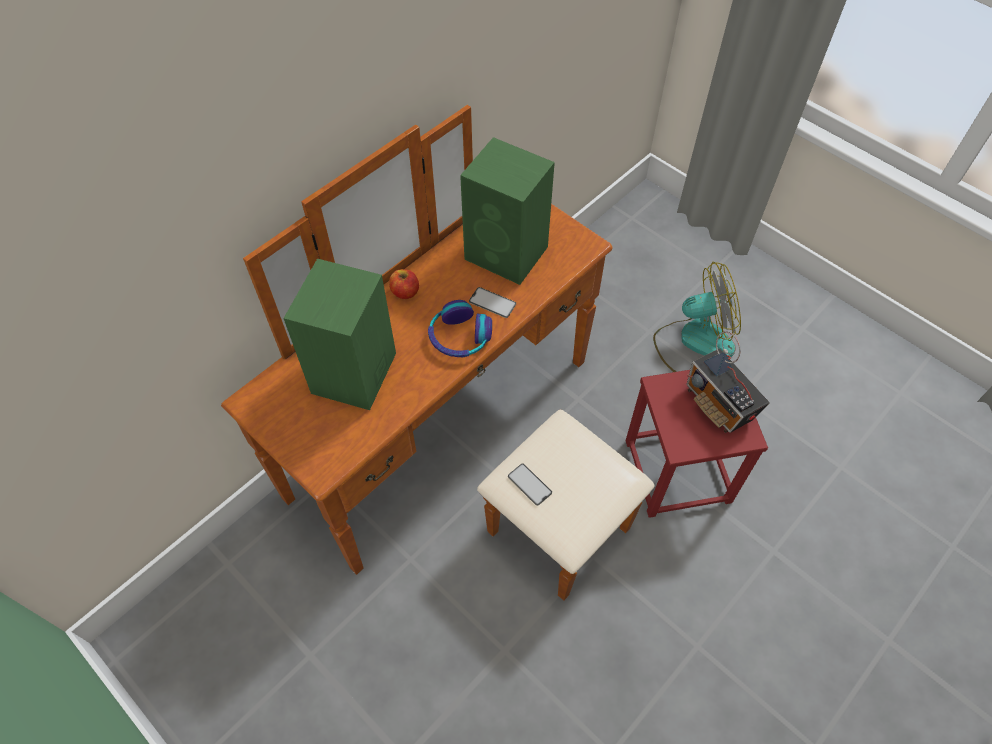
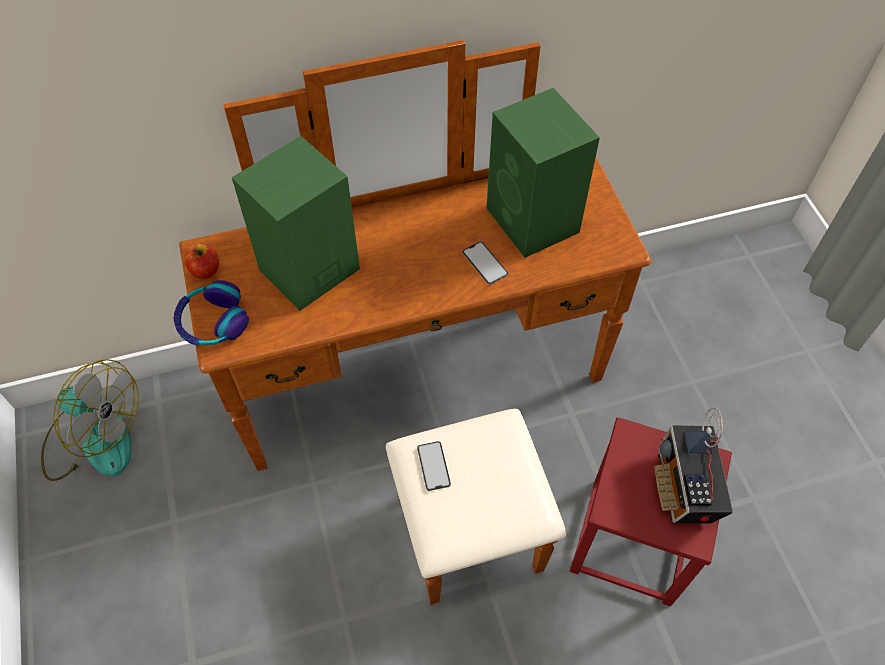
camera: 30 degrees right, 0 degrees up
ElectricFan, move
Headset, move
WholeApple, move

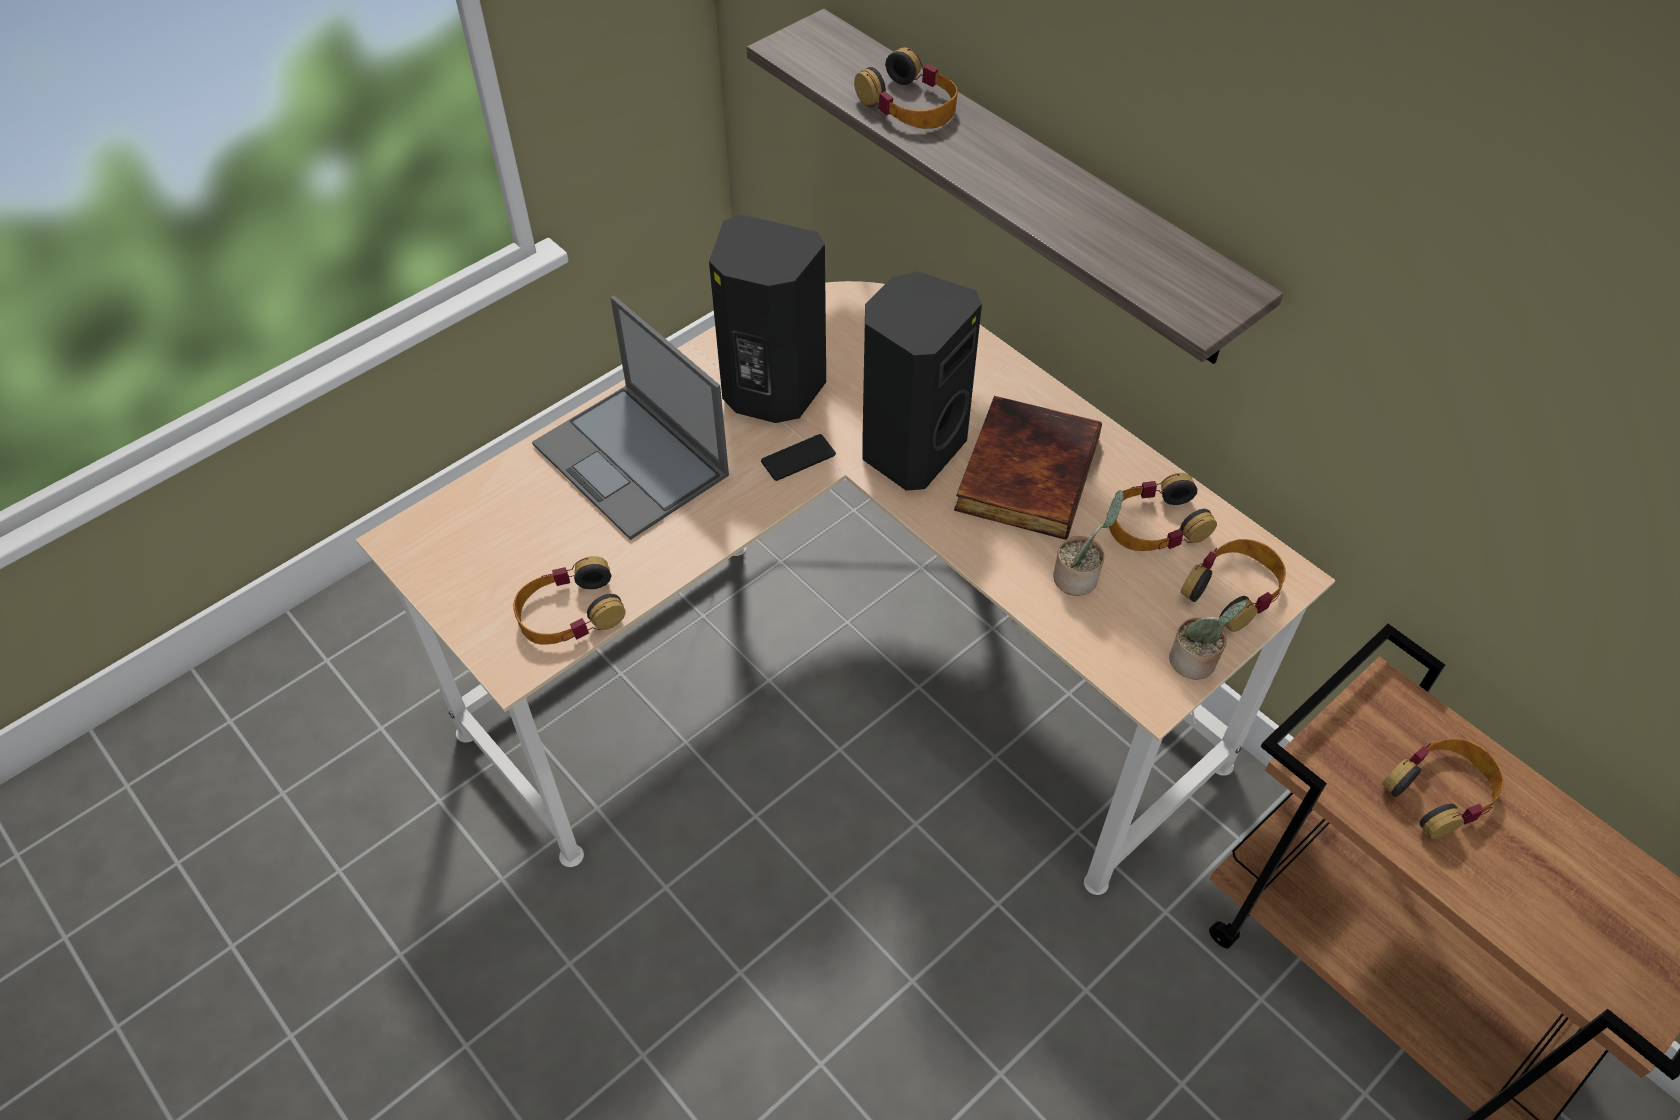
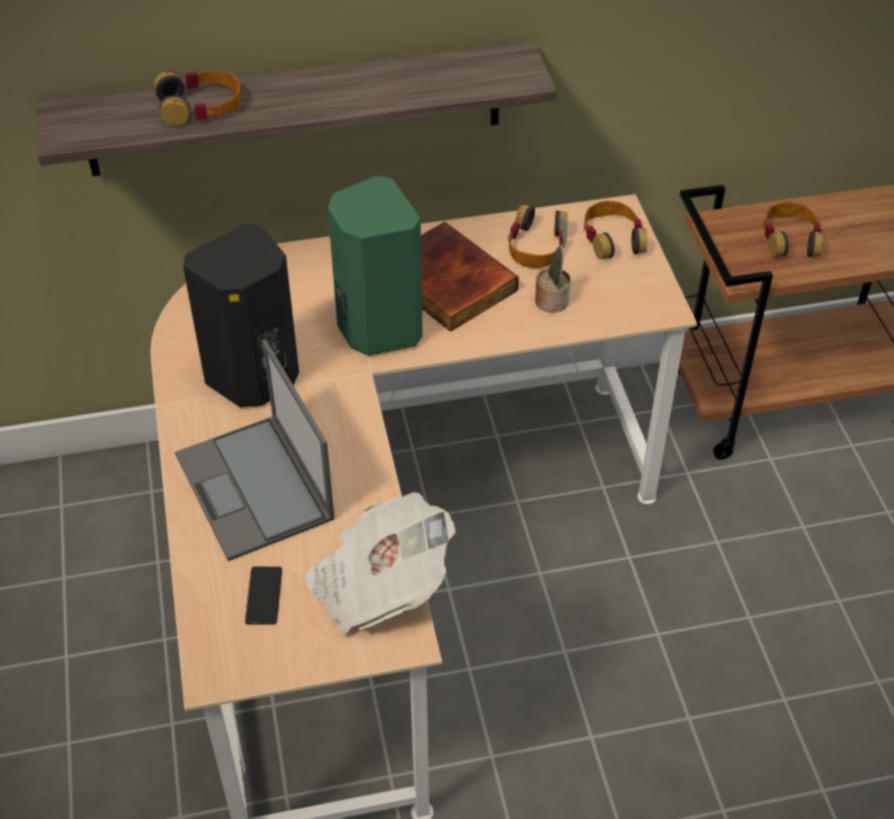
camera: 60 degrees left, 5 degrees down
NotebookComputer, 75 degrees clockwise
Phone, move
Headset (1st from left) → DailyPaper
BlackColouredAudioSpeaker (2nd from left) → GreenColouredAudioSpeaker
PlantInAPot (2nd from left) → -

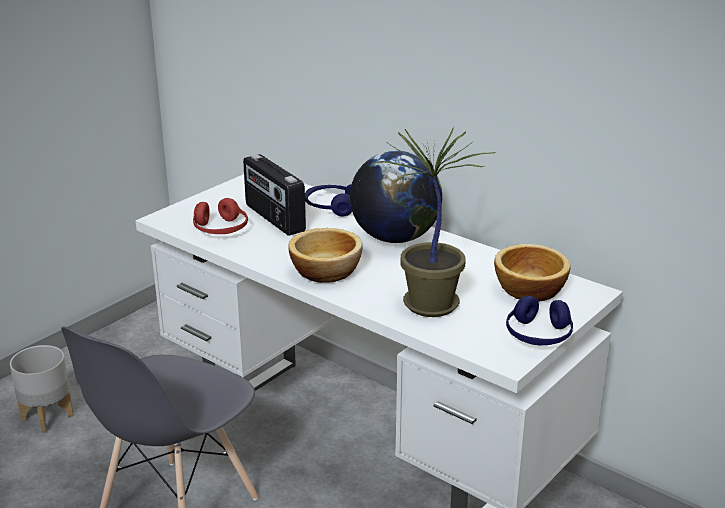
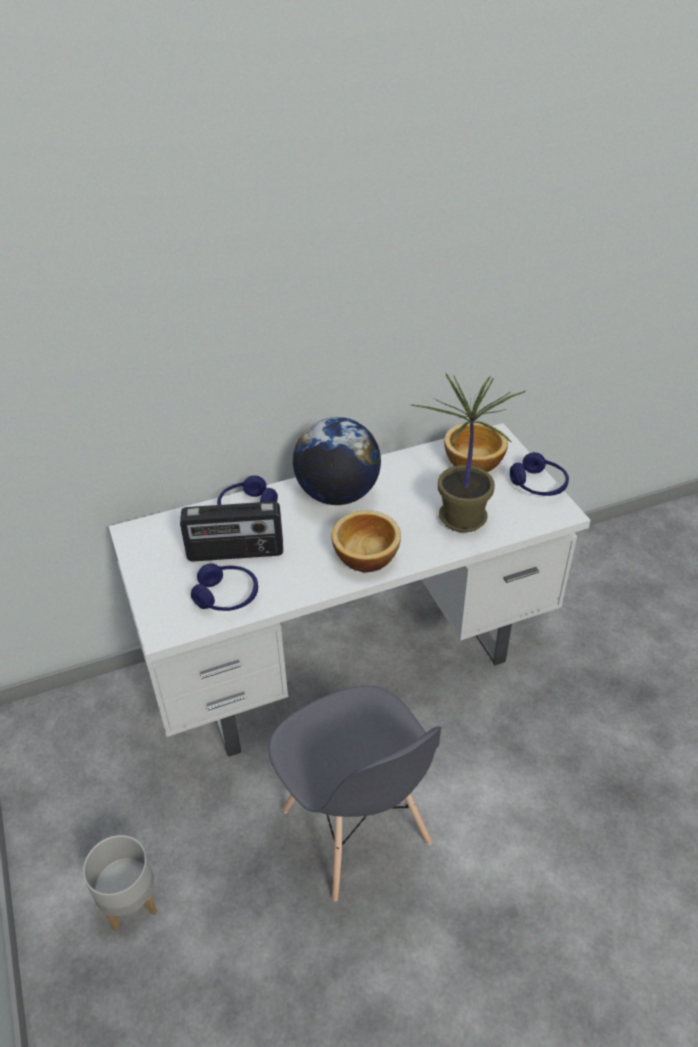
camera: 60 degrees left, 15 degrees up
RedHeadset → BlueHeadset (1st from left)

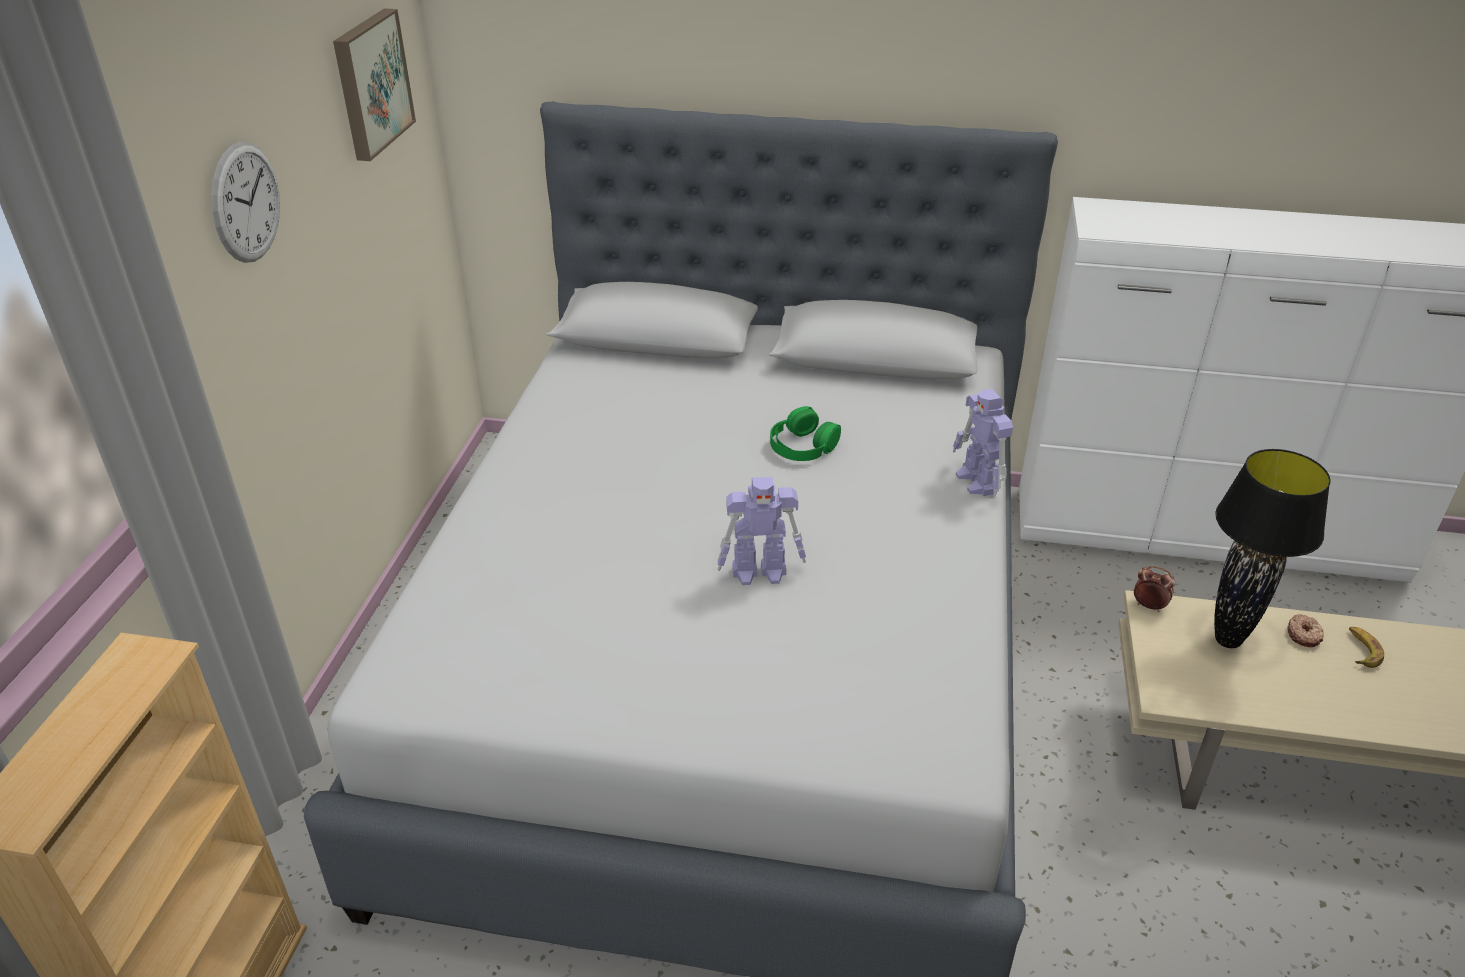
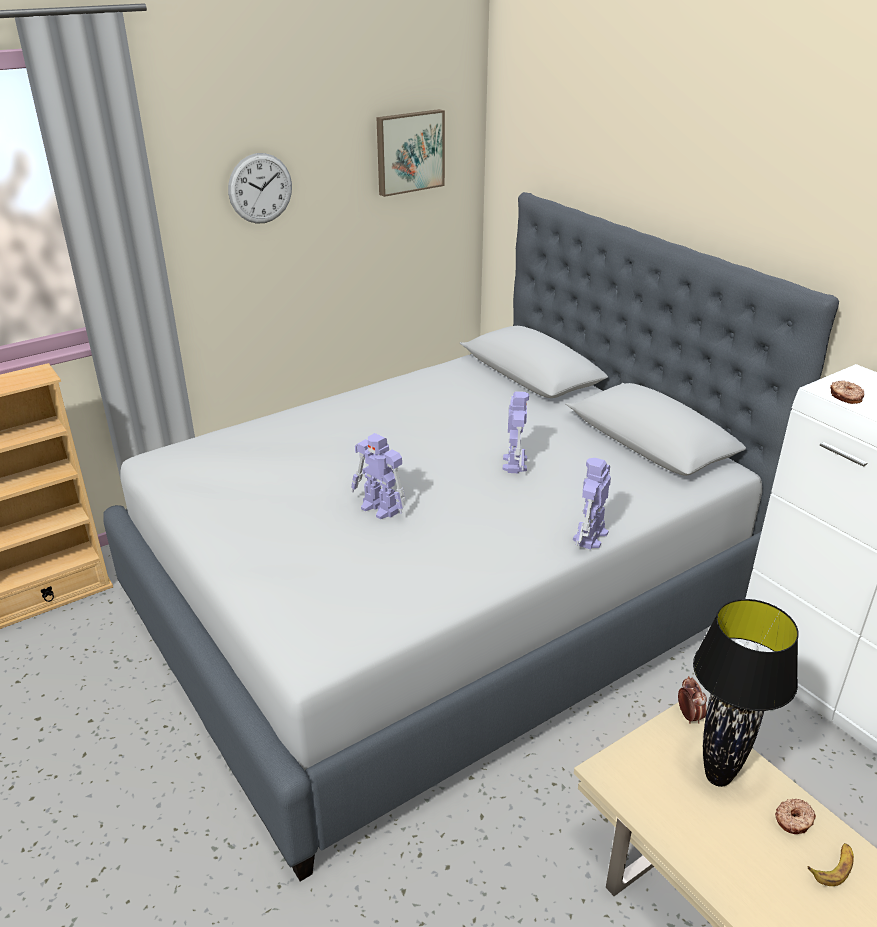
camera: 45 degrees right, 5 degrees down
GreenColouredHeadset → ModelRobot (2nd from left)
- → Donut (2nd from left)

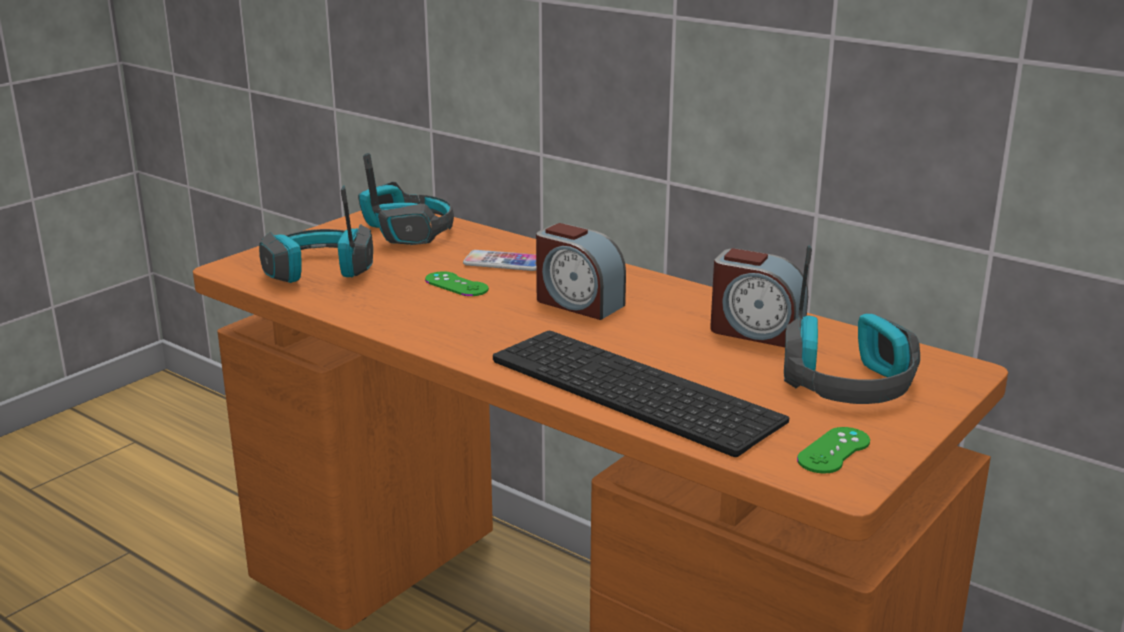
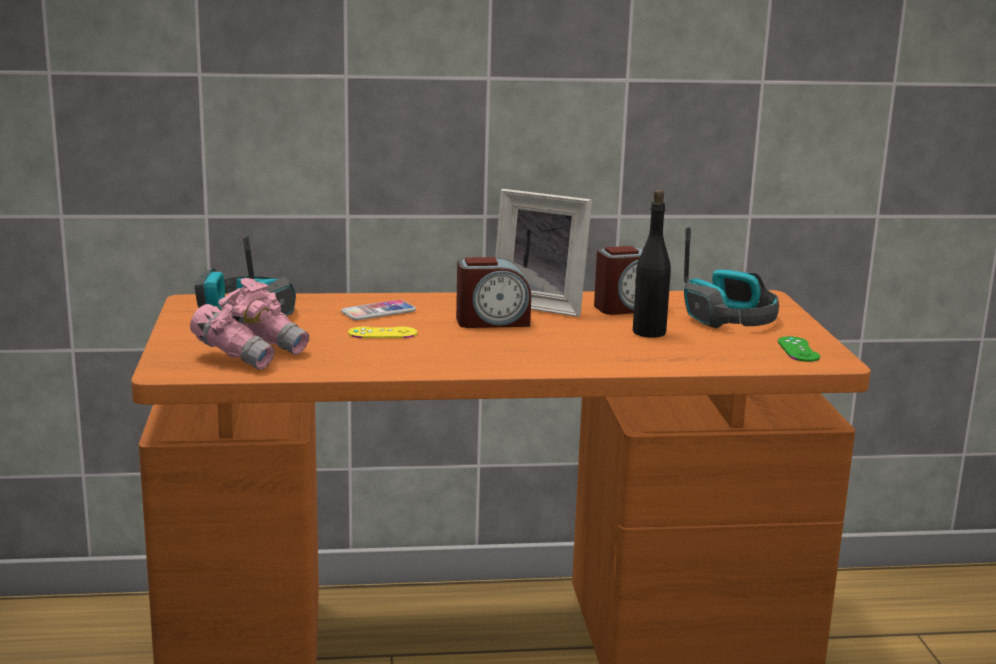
camera: 45 degrees left, 5 degrees down
Headset (1st from left) → PinkColouredFieldGlasses
GreenColouredGameController (1st from left) → YellowishGameController
- → PictureFrame
- → BlackColouredDrinkBottle
ComputerKeyboard → -

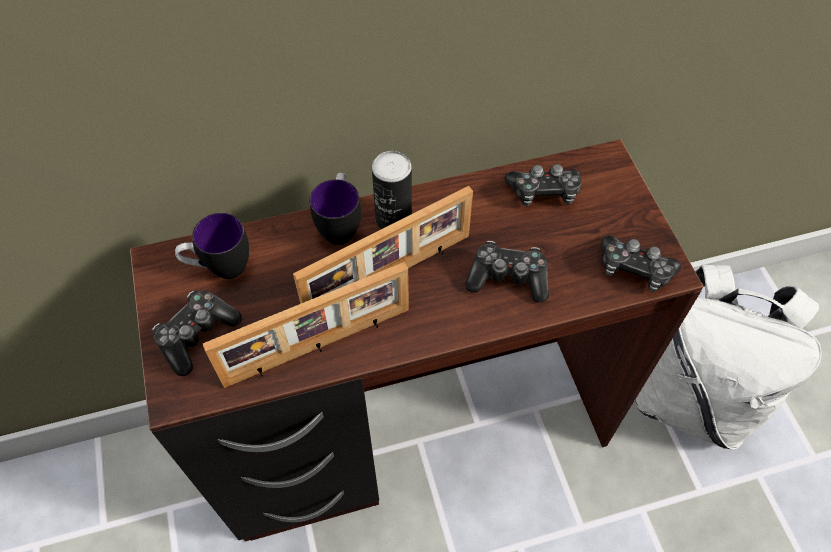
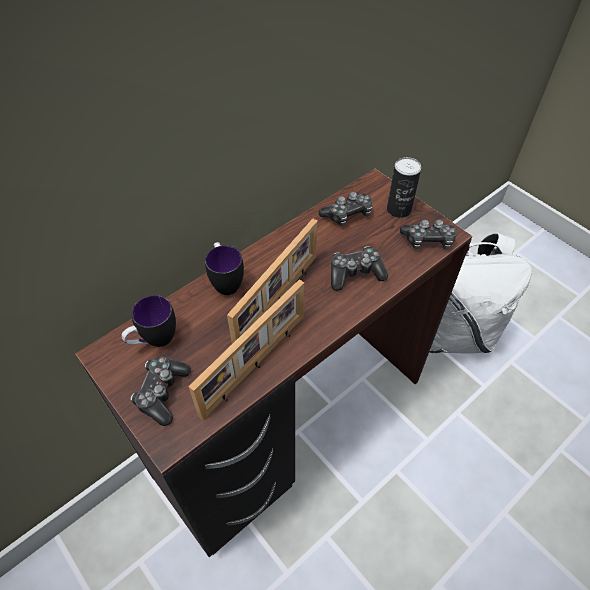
camera: 25 degrees left, 5 degrees down
SealedCan, move

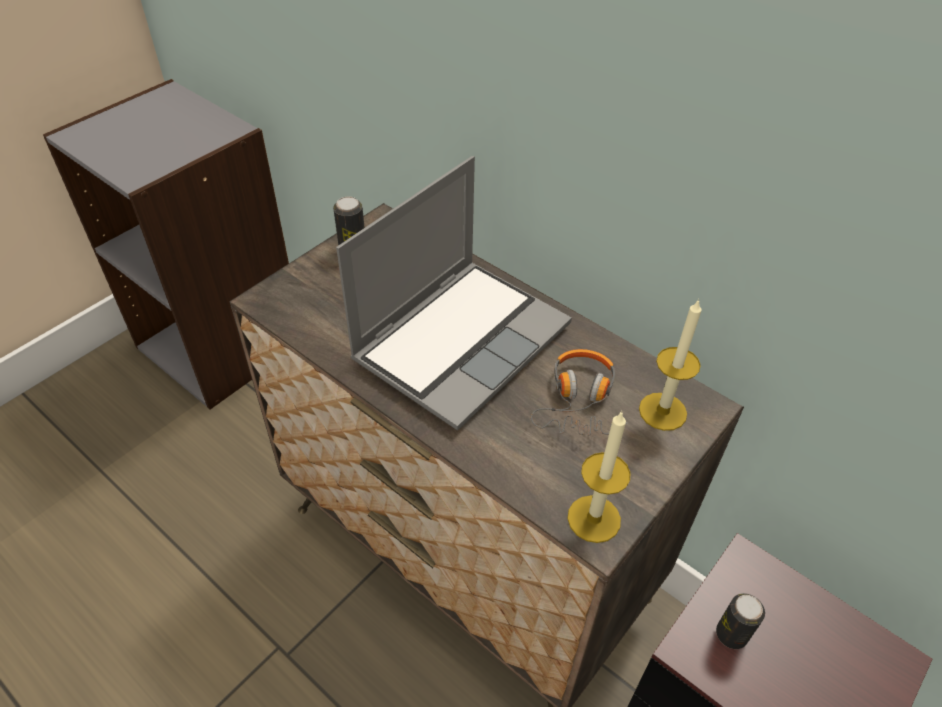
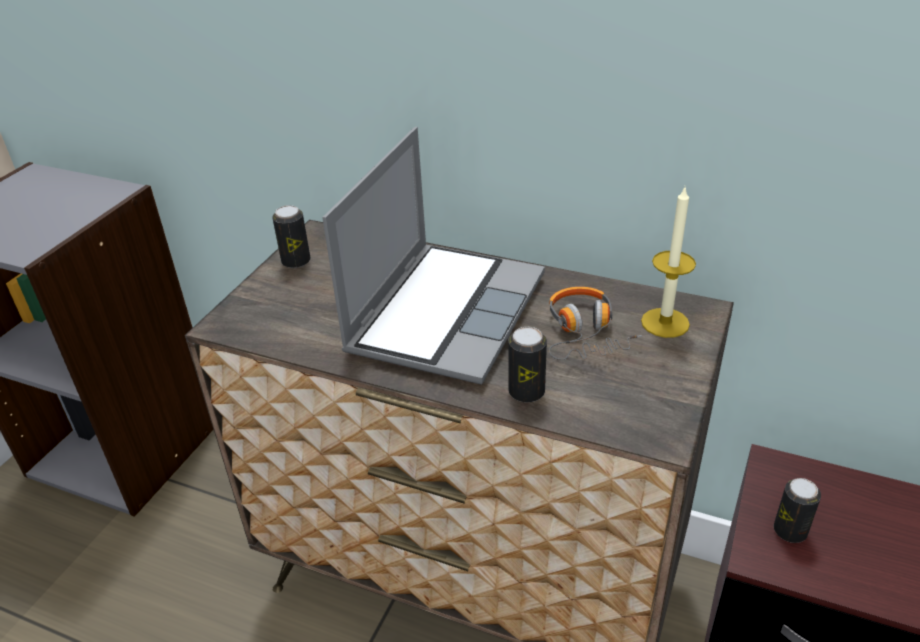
camera: 15 degrees left, 10 degrees down
- → SealedCan (2nd from left)
Candle (1st from left) → -

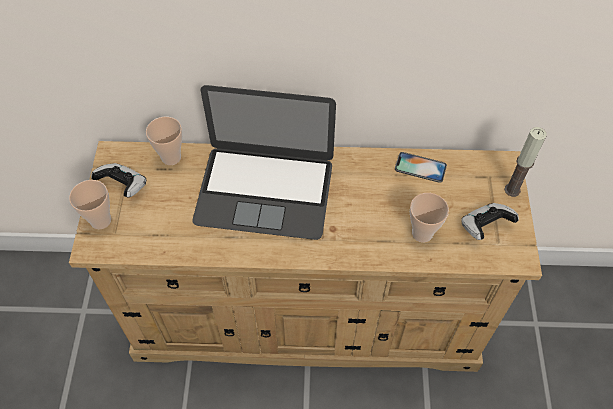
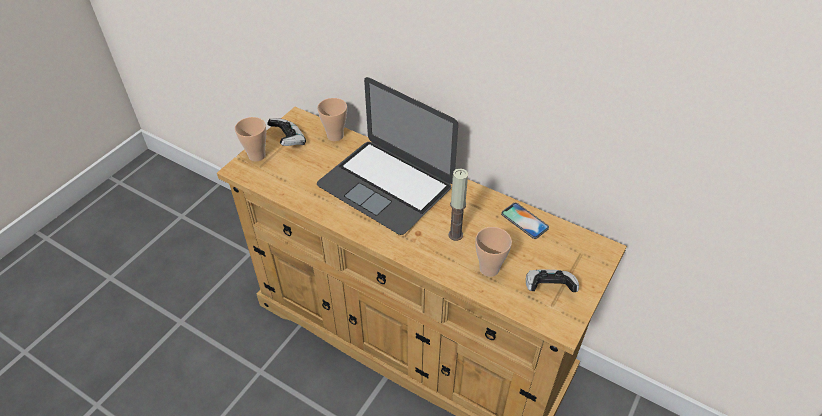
camera: 30 degrees right, 10 degrees down
Candle, move

